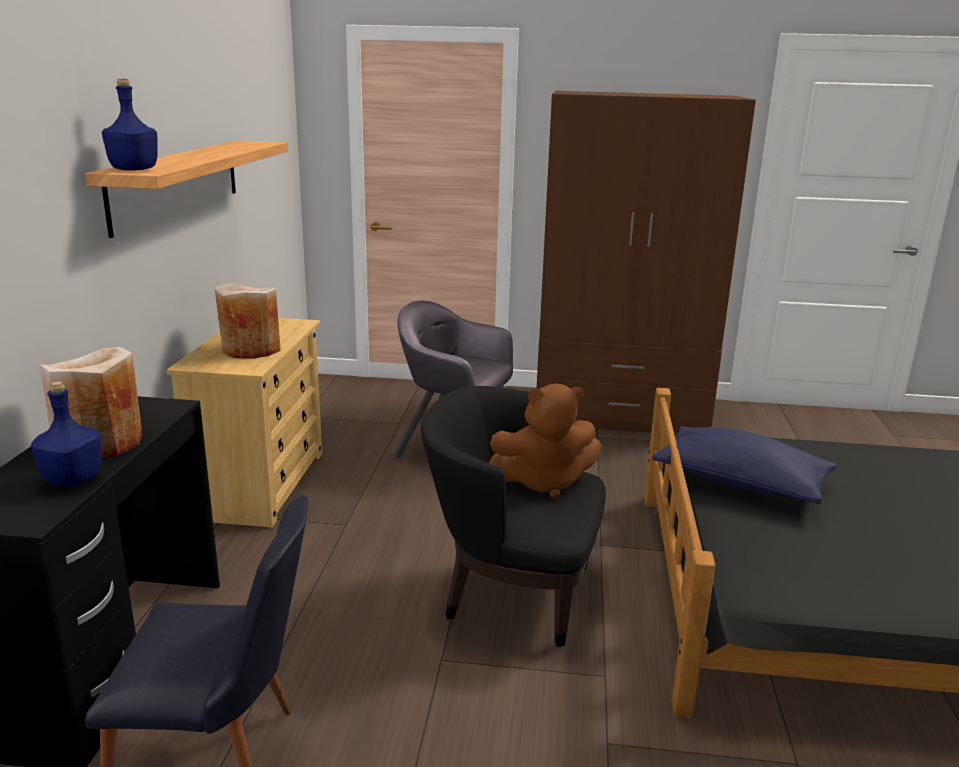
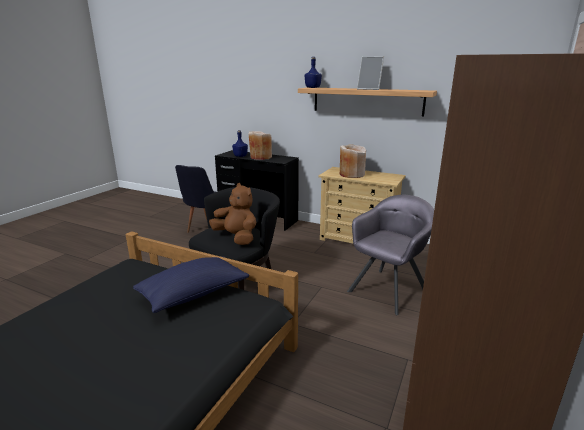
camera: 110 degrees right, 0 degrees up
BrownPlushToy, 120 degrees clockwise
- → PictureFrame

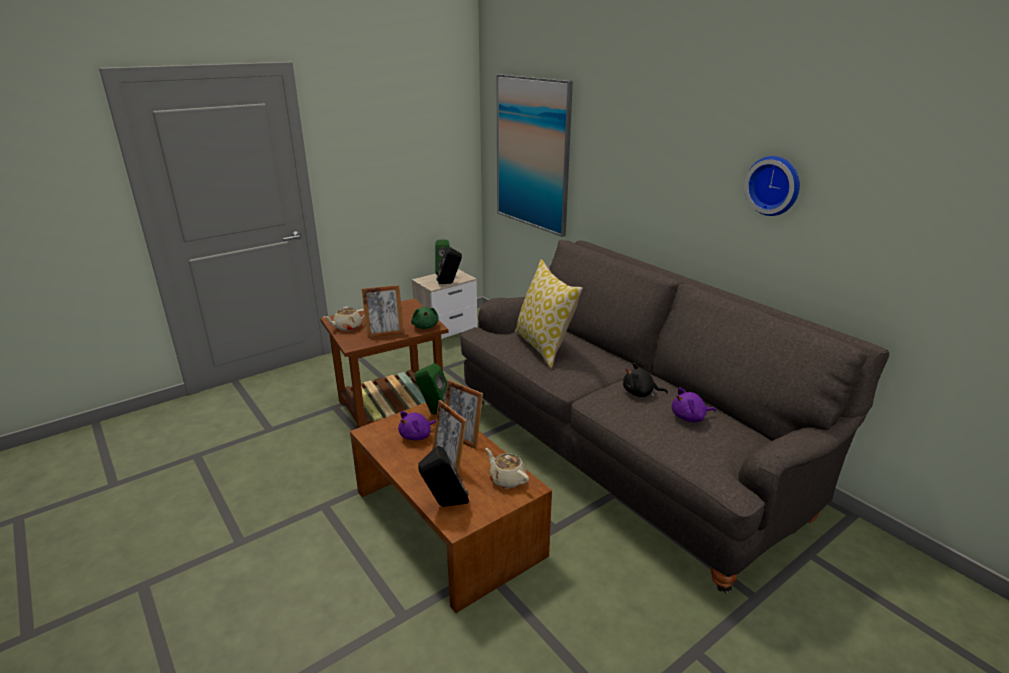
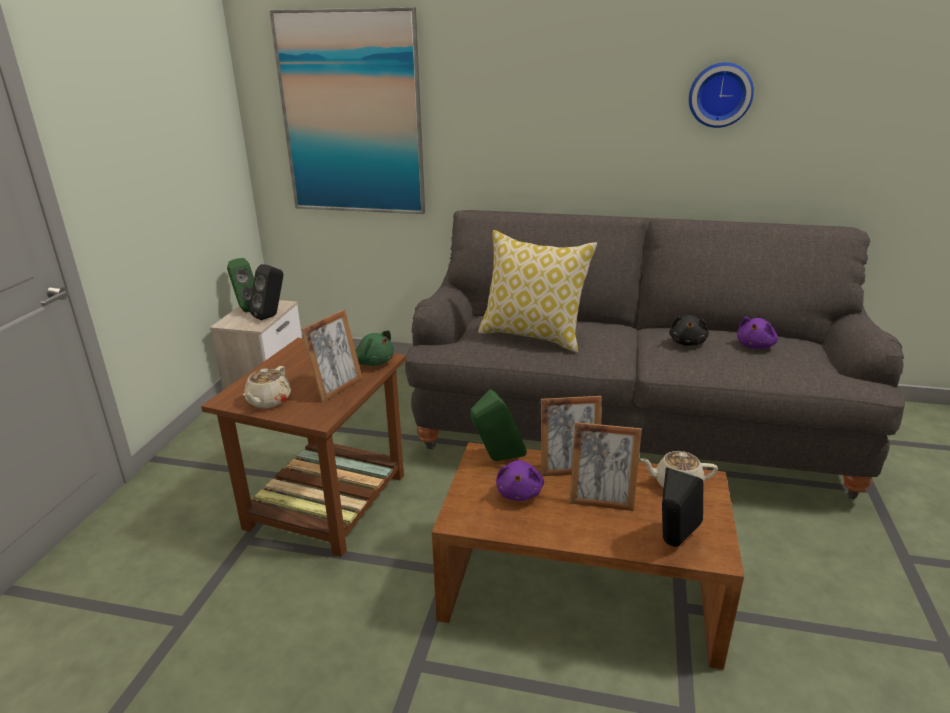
camera: 40 degrees left, 0 degrees up
BlackColouredPlushToy, 45 degrees counterclockwise

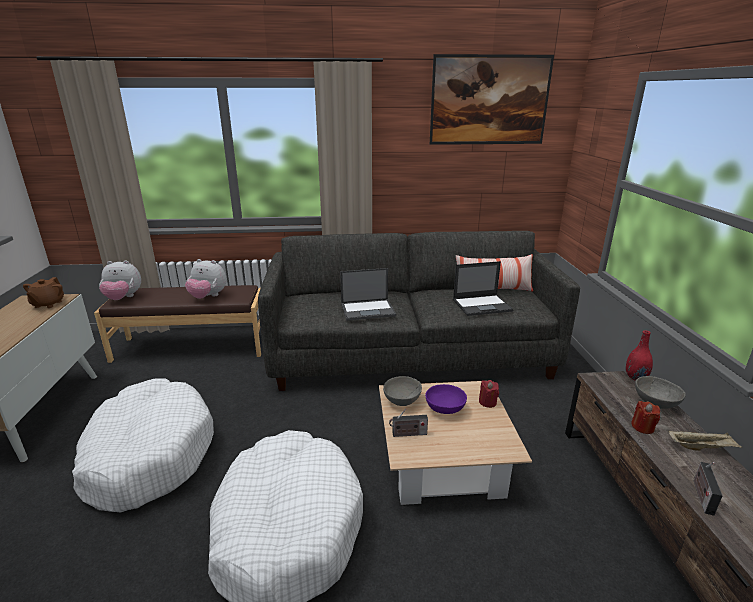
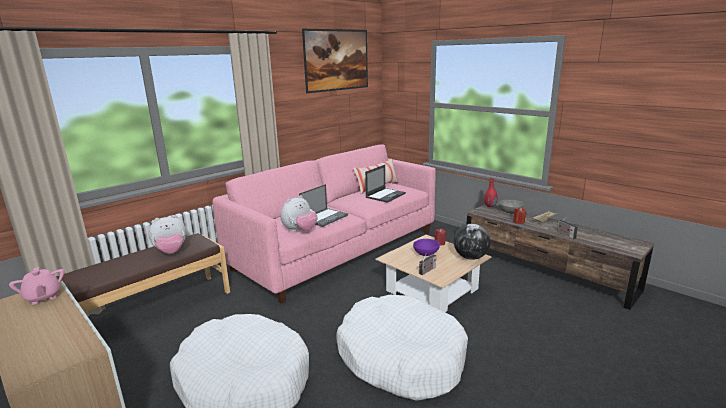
camera: 40 degrees left, 5 degrees down
BrownTeapot → PinkColouredTeapot
GreyishSofa → PinkColouredSofa
PlushToy (1st from left in the first image) → PlushToy (2nd from left), move
- → Globe
GreyishDeepDish (1st from left) → -

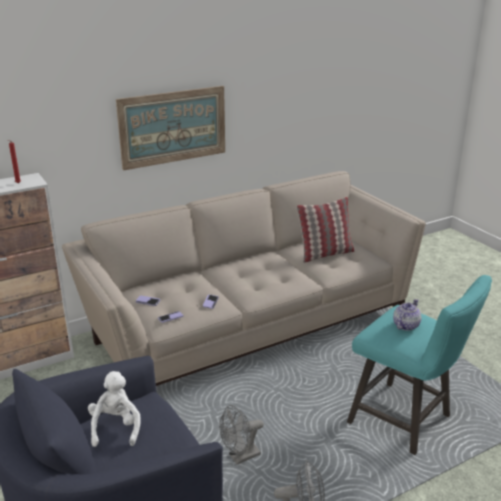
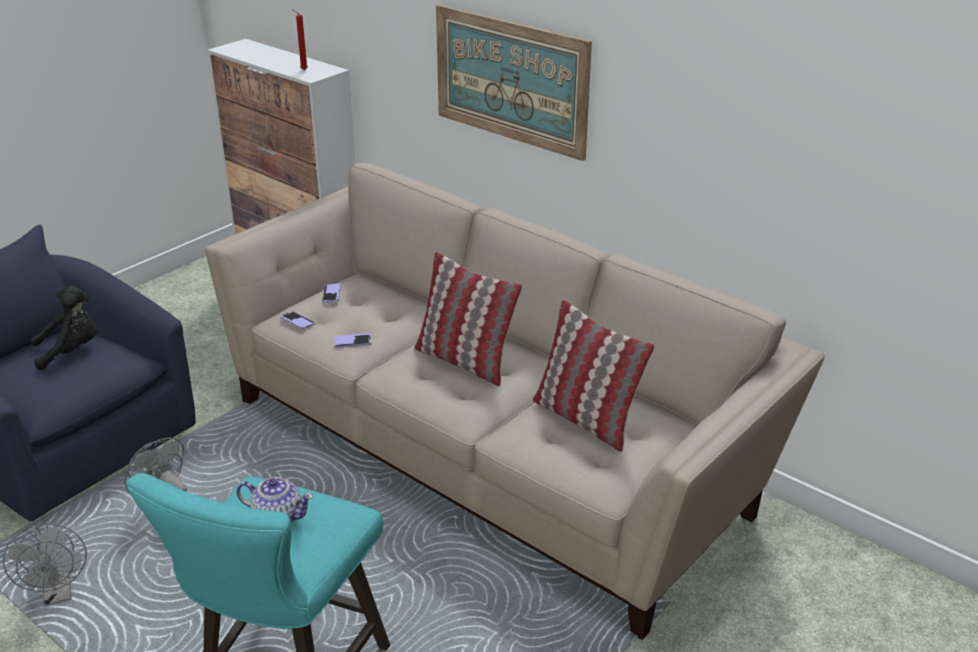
camera: 70 degrees right, 5 degrees up
WhitePlushToy → BlackColouredPlushToy
- → Pillow (1st from left)

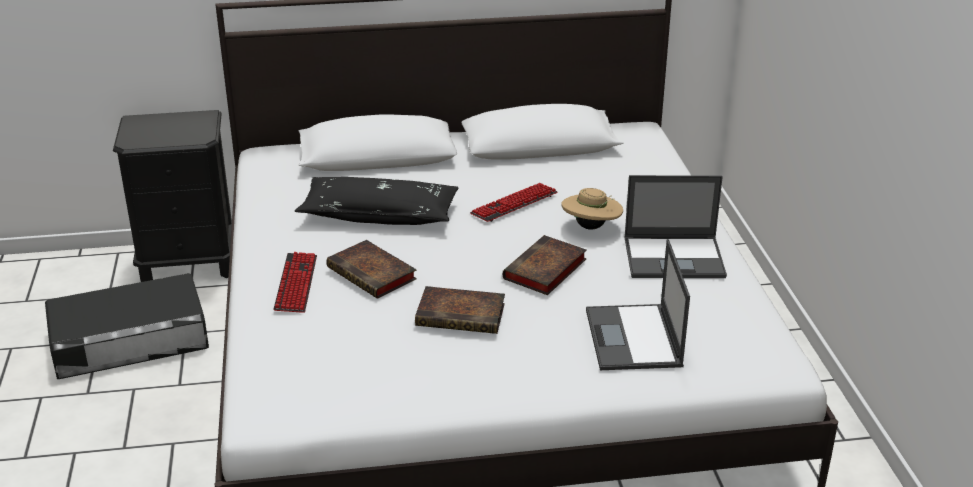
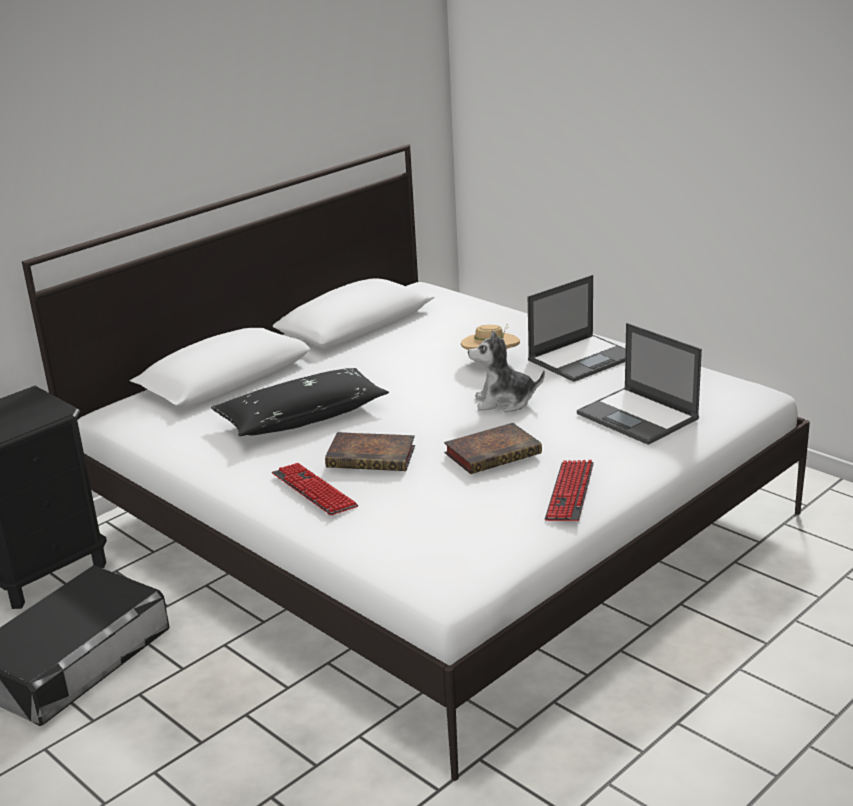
camera: 35 degrees left, 5 degrees down
Book (3rd from left) → PlushToy
ComputerKeyboard (2nd from left), move

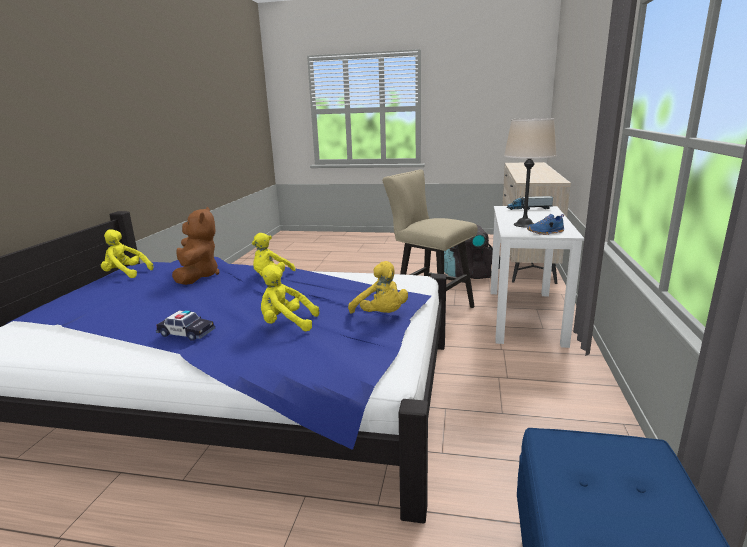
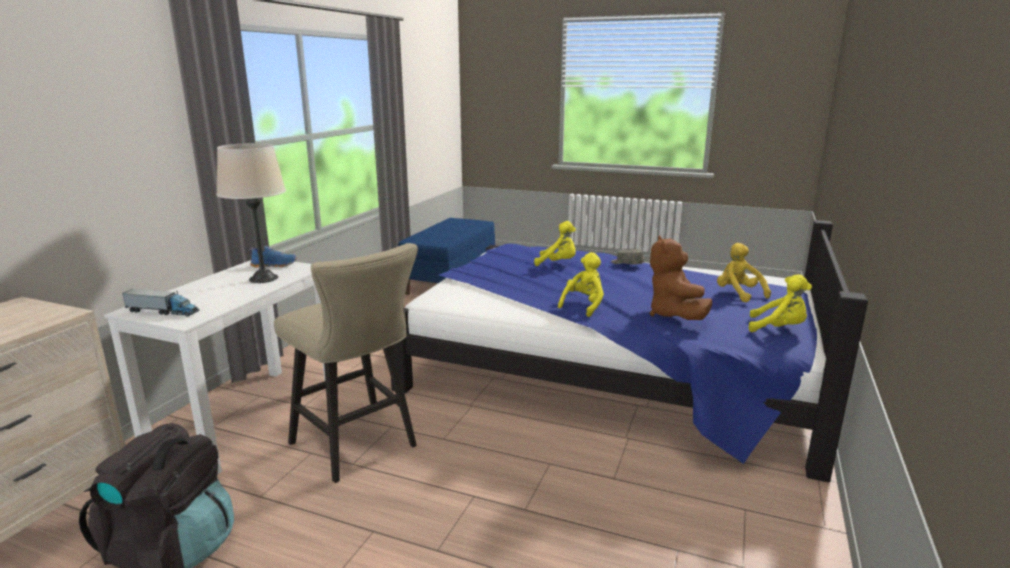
camera: 170 degrees left, 0 degrees up
ToyCar → GreyishCap
YellowishPlushToy (4th from left in the first image) → YellowishPlushToy (3rd from left), move

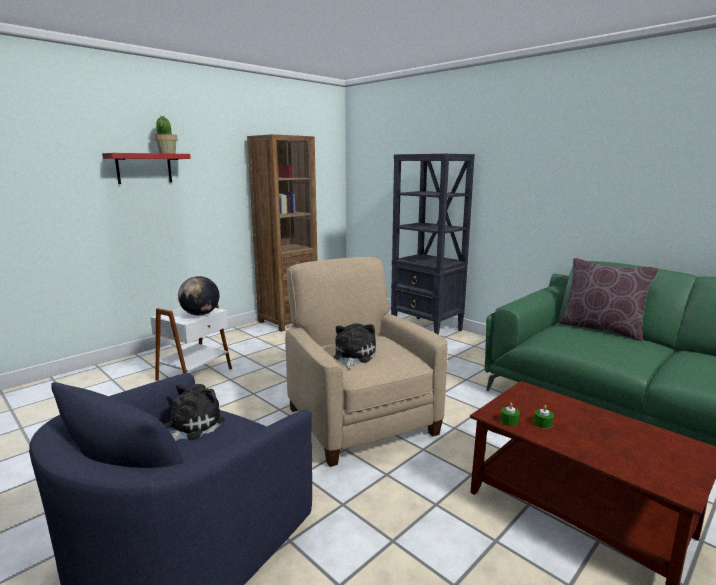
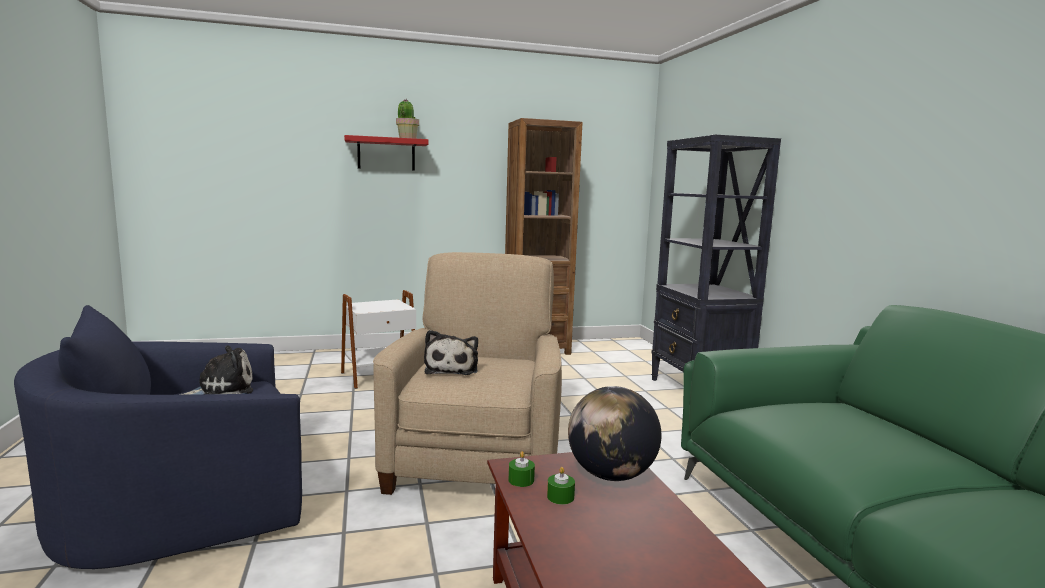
camera: 30 degrees right, 5 degrees down
PlushToy (2nd from left), 135 degrees clockwise
Globe, move
BrownPillow → -

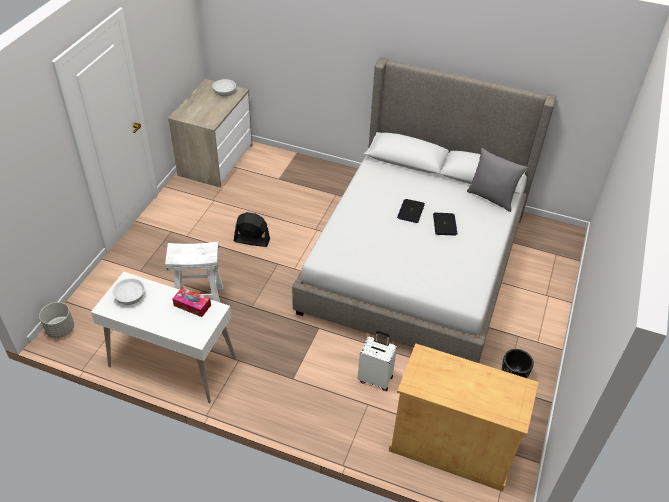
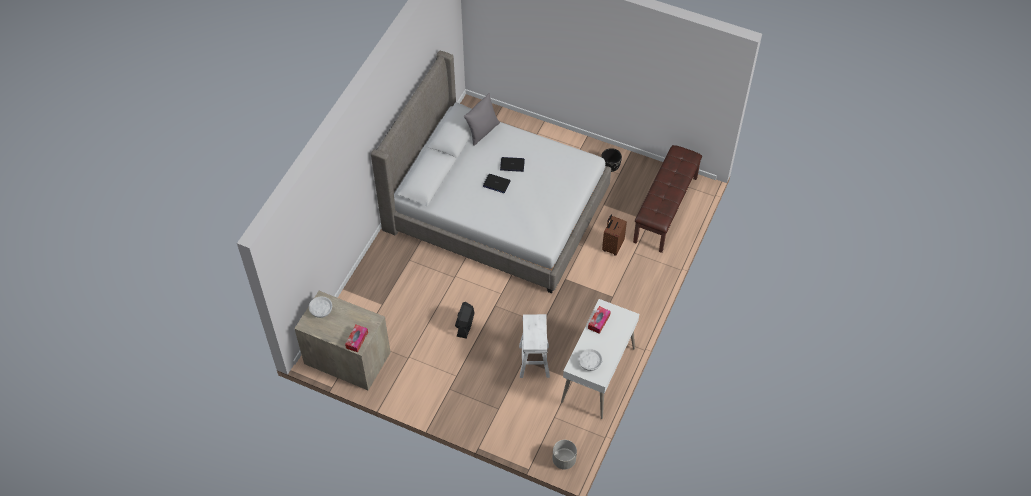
camera: 85 degrees left, 10 degrees up
- → TissueHolder (1st from left)
WhiteSuitcase → BrownSuitcase
SandColouredStorageCabinet → BrownLongSeat

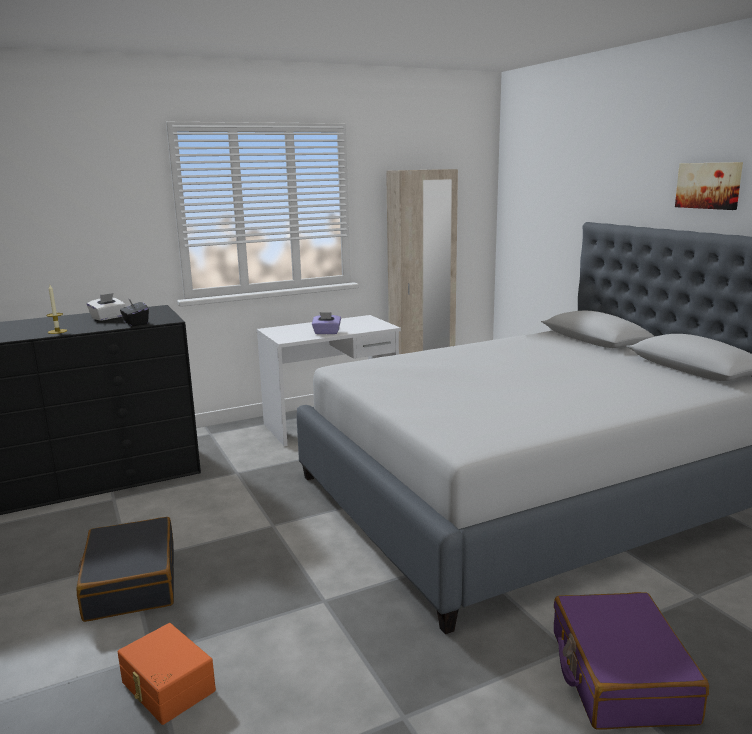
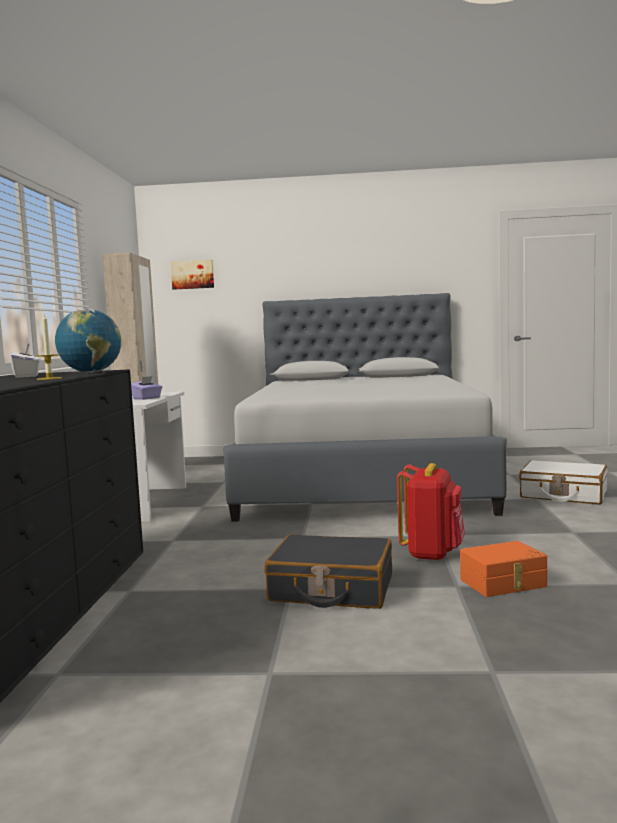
camera: 60 degrees left, 10 degrees down
BlackColouredTissueHolder → Globe
Picture, move
- → RedRucksack
PurpleSuitcase → WhiteSuitcase

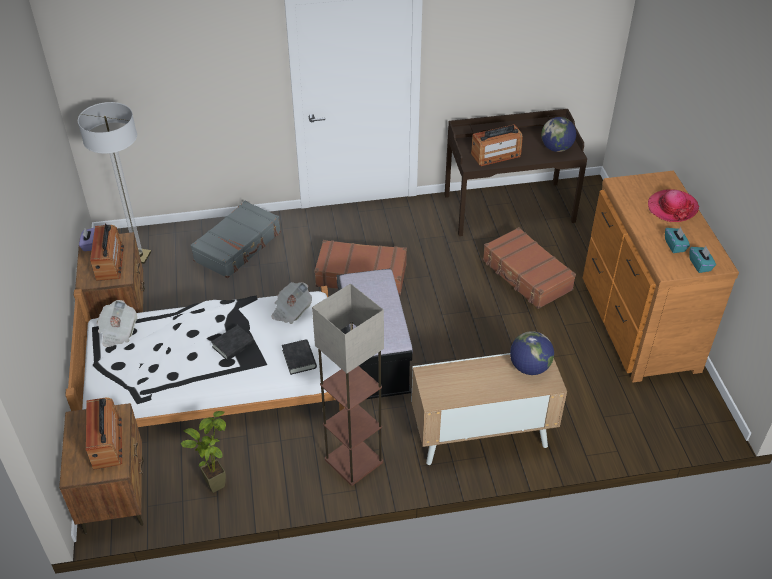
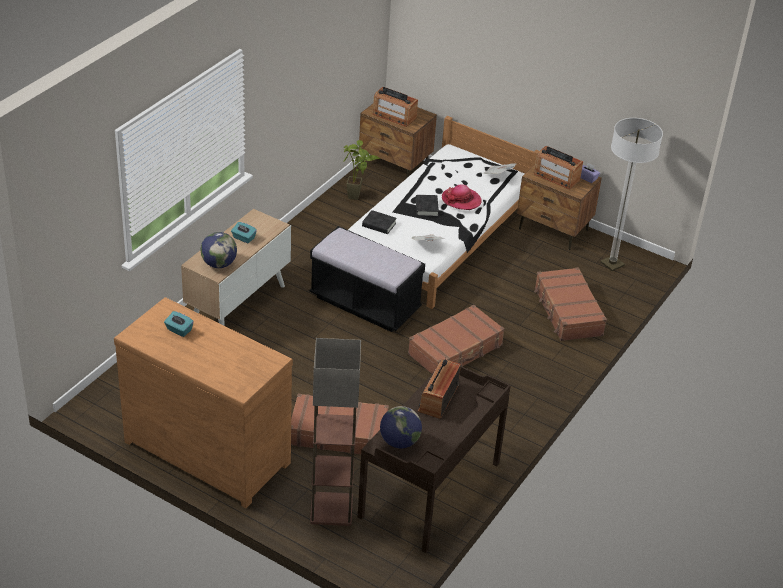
camera: 130 degrees right, 5 degrees down
TurquoiseTissueHolder (2nd from left), move
FloorLamp (2nd from left in the first image) → FloorLamp (1st from left), move
Hat, move
GreyishSuitcase → BrownSuitcase (3rd from left)

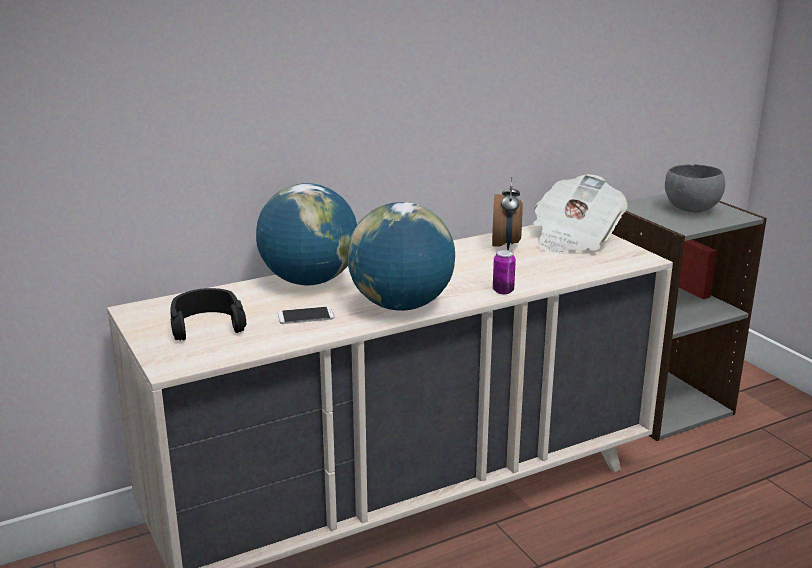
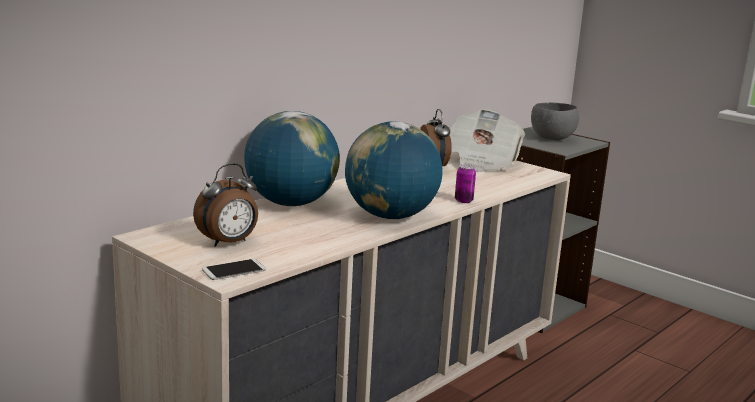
camera: 20 degrees left, 5 degrees down
BlackColouredHeadset → TableClock (1st from left)
Phone, move

